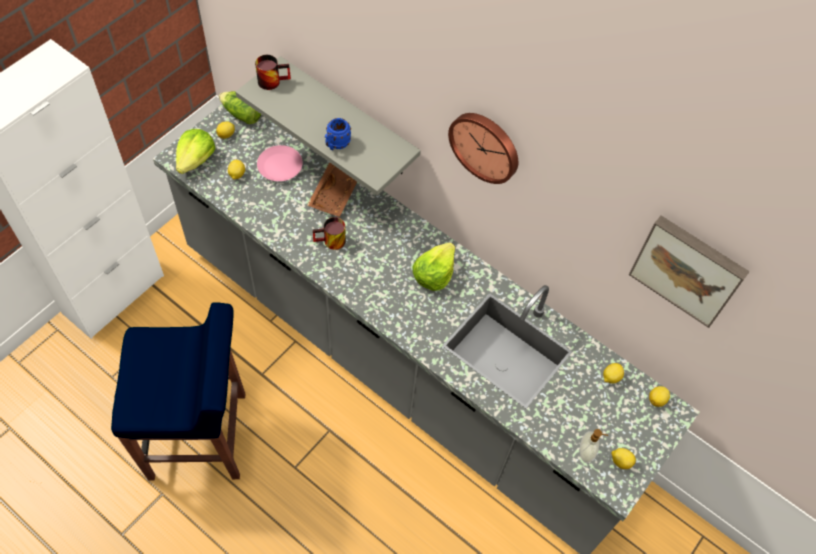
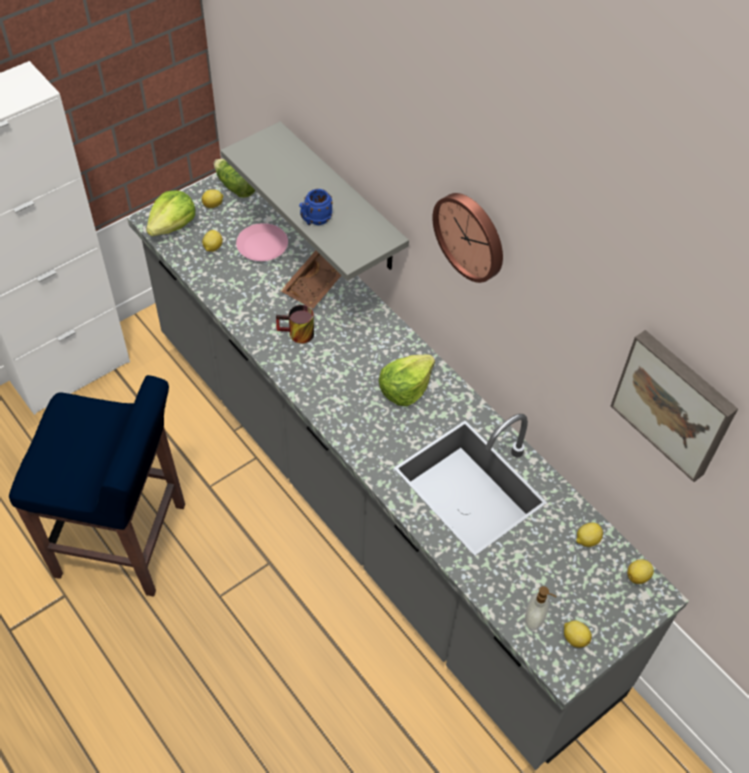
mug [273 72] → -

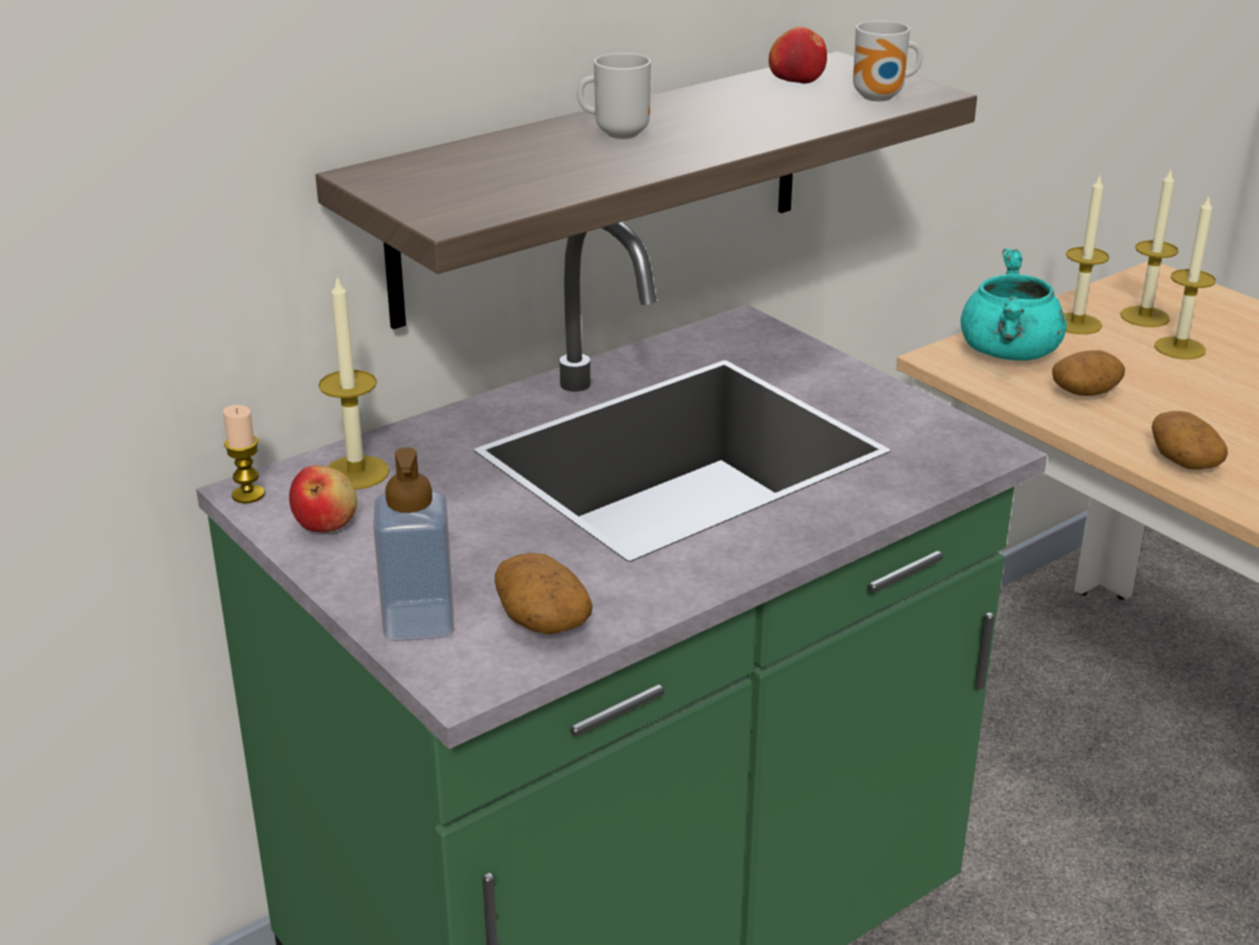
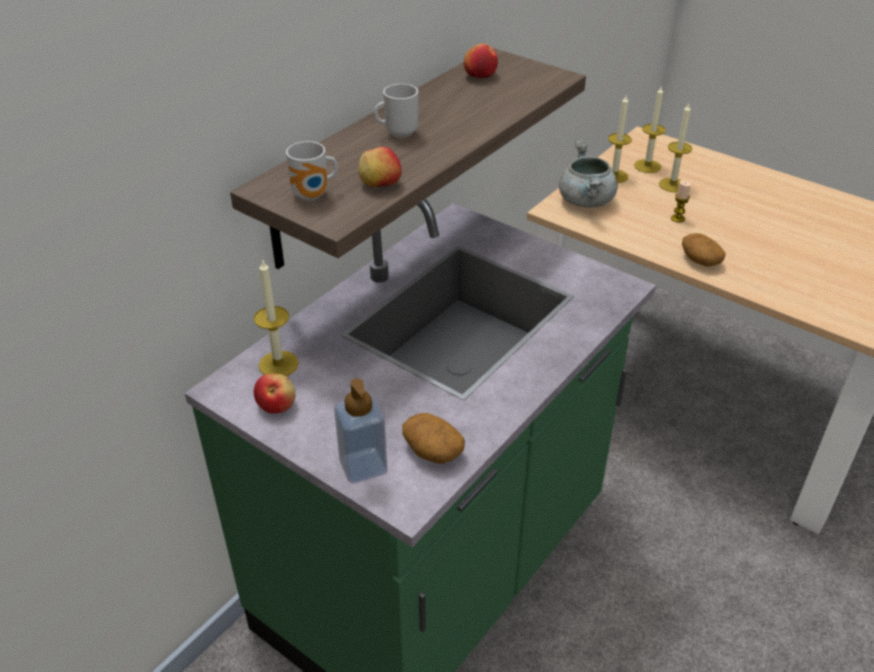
mug [888 61] → mug [312 171], move
turquoise_cooking_pot [1014 305] → grey_cooking_pot [588 174]
potato [1088 373] → -
candle [244 454] → candle [681 201], move
- → apple [380 167]

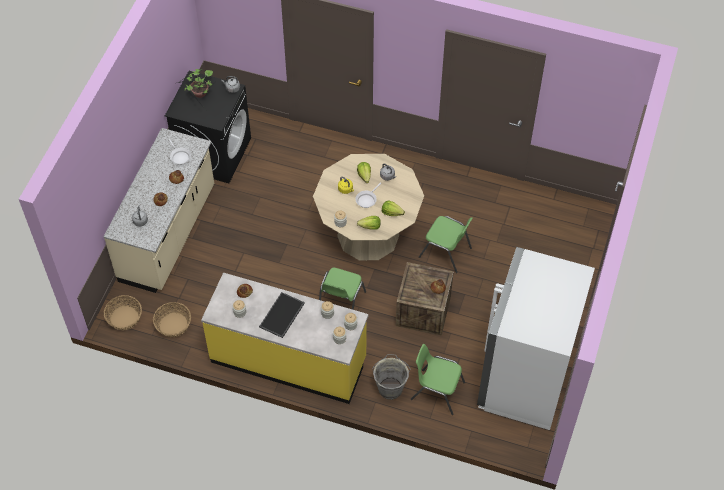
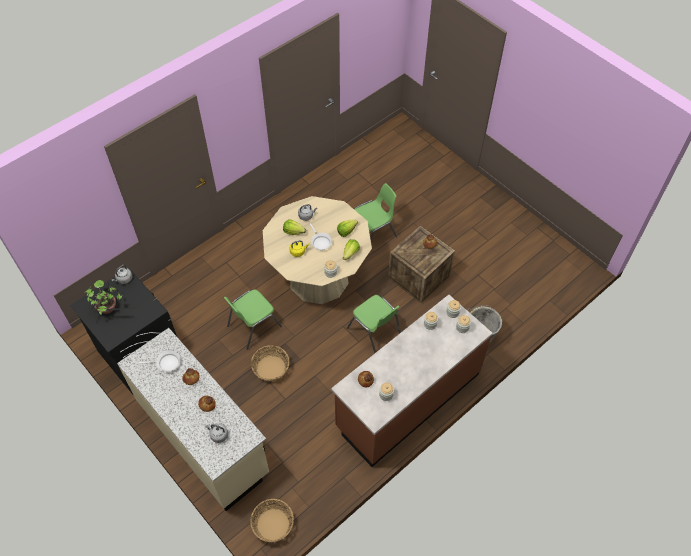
white_fridge [536 338] → -
yellow_counter [284 338] → brown_counter [412 381]
tray [282 315] → -
basket [172 319] → basket [270 363], move
green_chair [438 379] → green_chair [253 319], move

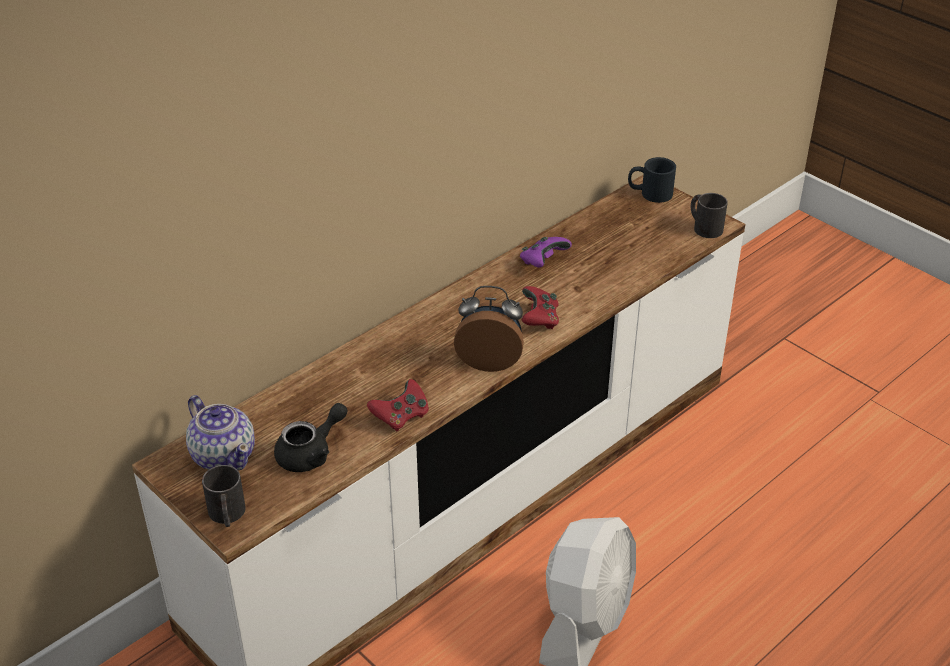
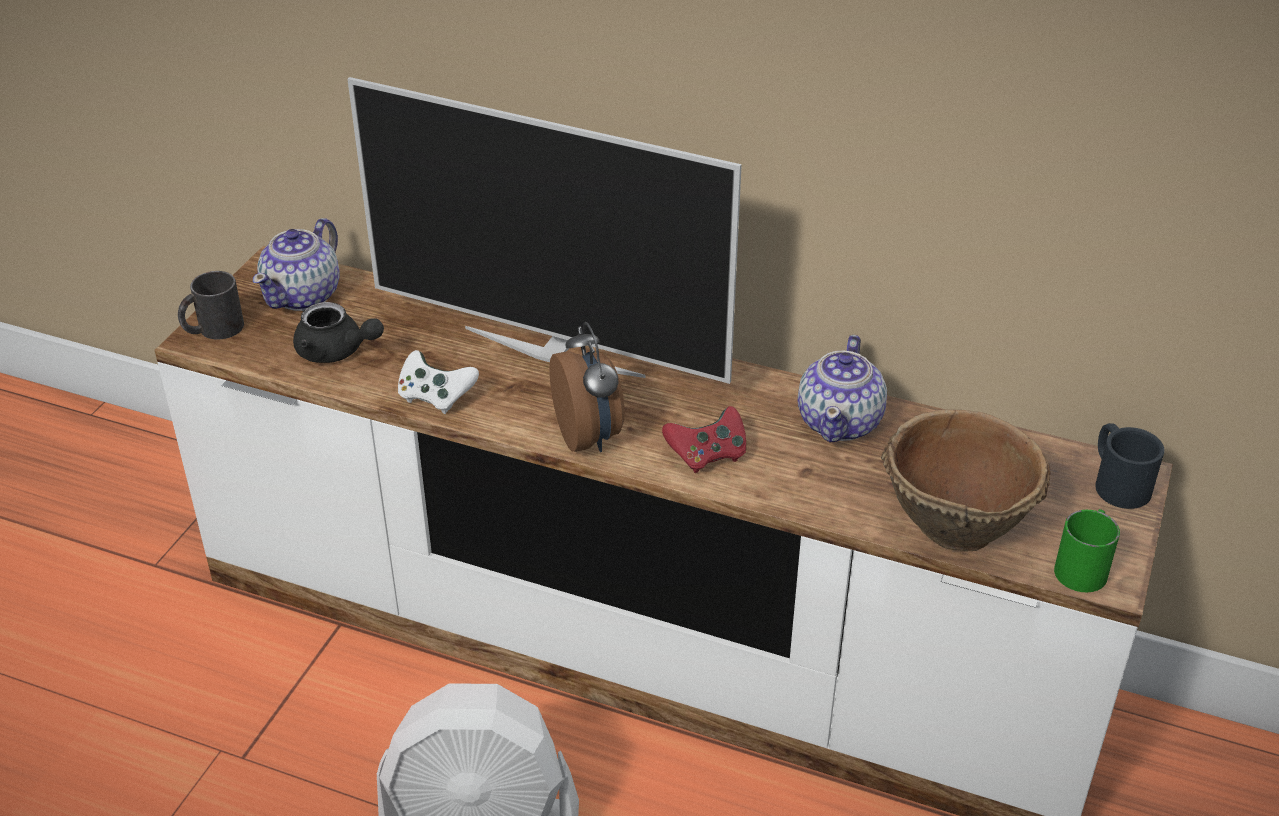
black_mug [709 215] → green_mug [1087 550]
purple_game_controller [546 252] → teapot [842 389]
red_game_controller [398 405] → white_game_controller [438 382]
- → television [544 230]
- → brown_bowl [965 480]

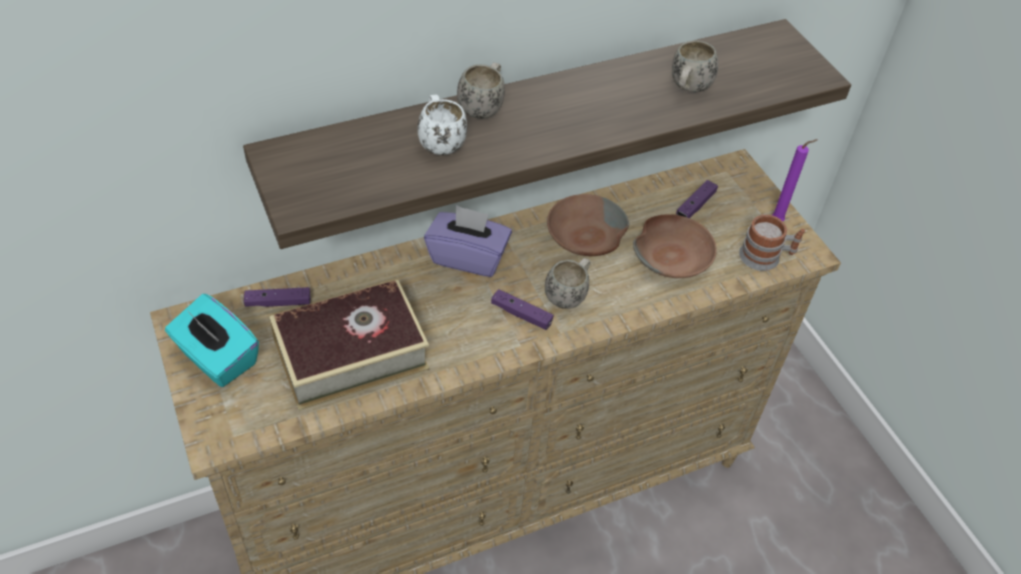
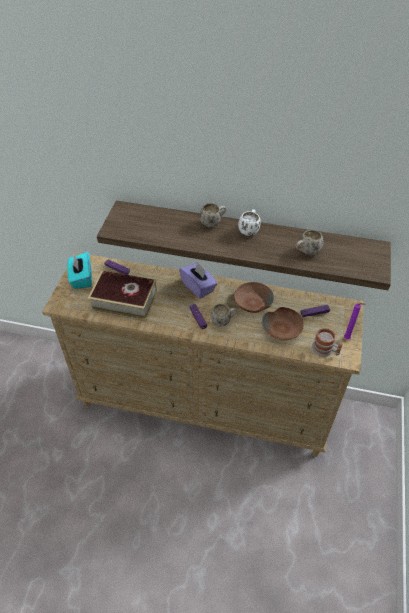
white_mug [442 124] → white_mug [249 222], move

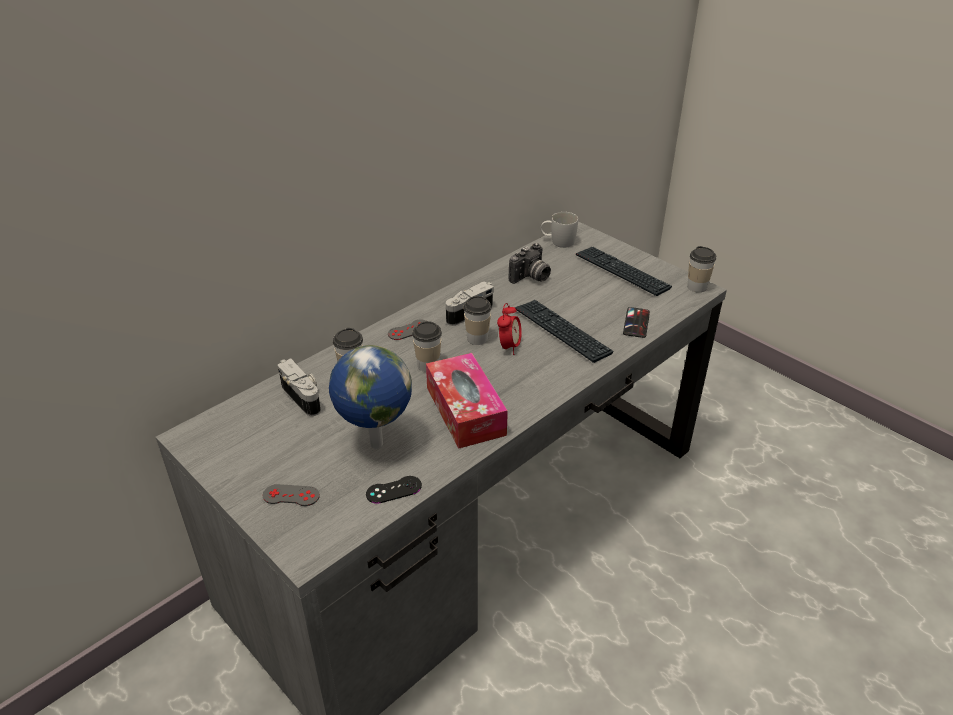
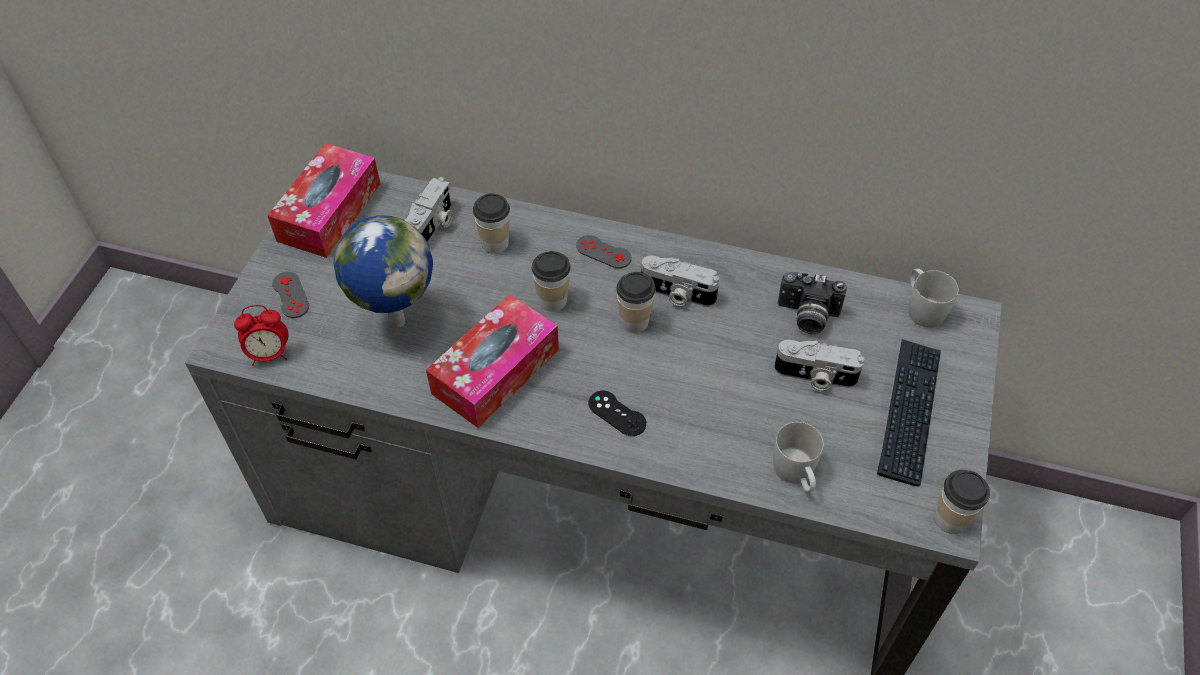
keyboard [564 331] → -
alarm_clock [509 329] → alarm_clock [261 335], move
phone [636 322] → white_mug [798 457]
black_game_controller [394 490] → black_game_controller [617 413], move
- → tissue_box [323 200]
- → photo_camera [819 365]

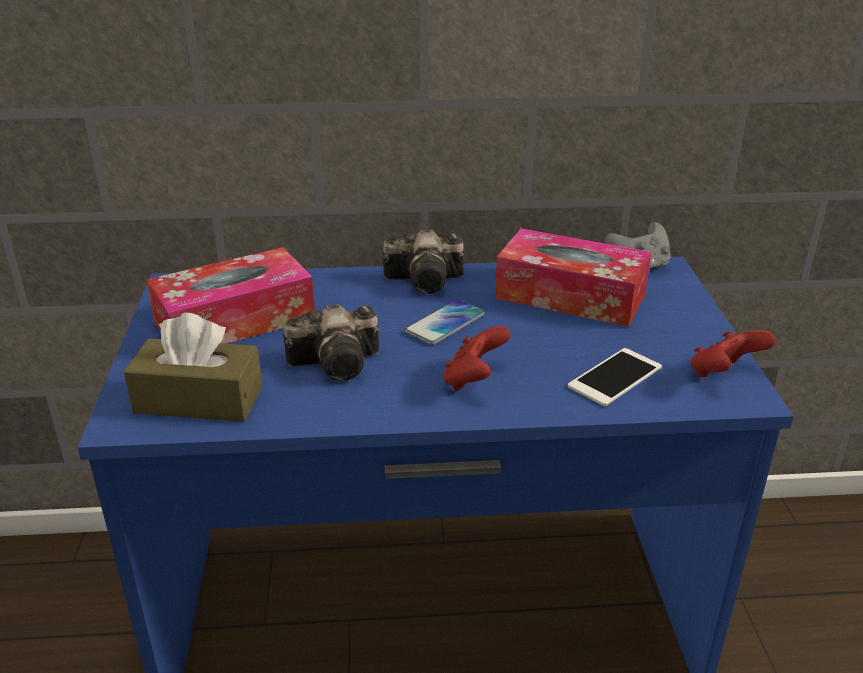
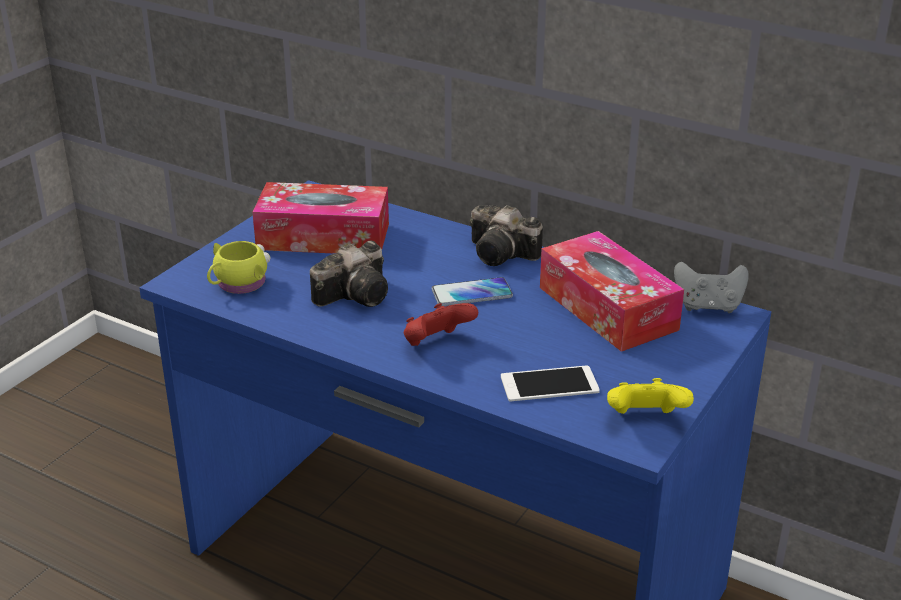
photo_camera [331 342] → photo_camera [349 274], 60 degrees counterclockwise
brown_tissue_box [193 367] → yellow_mug [238 267]
red_game_controller [733 353] → yellow_game_controller [650 396]

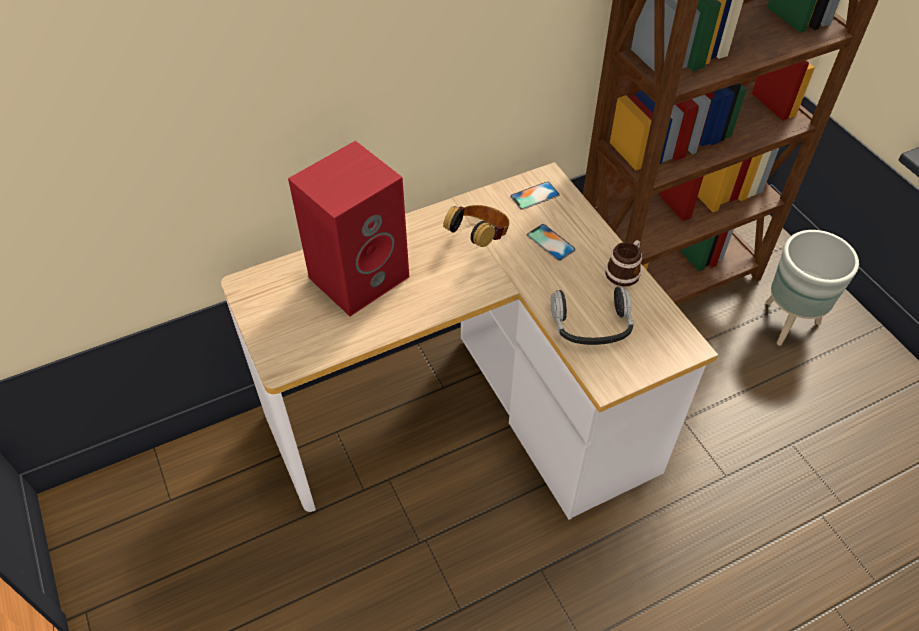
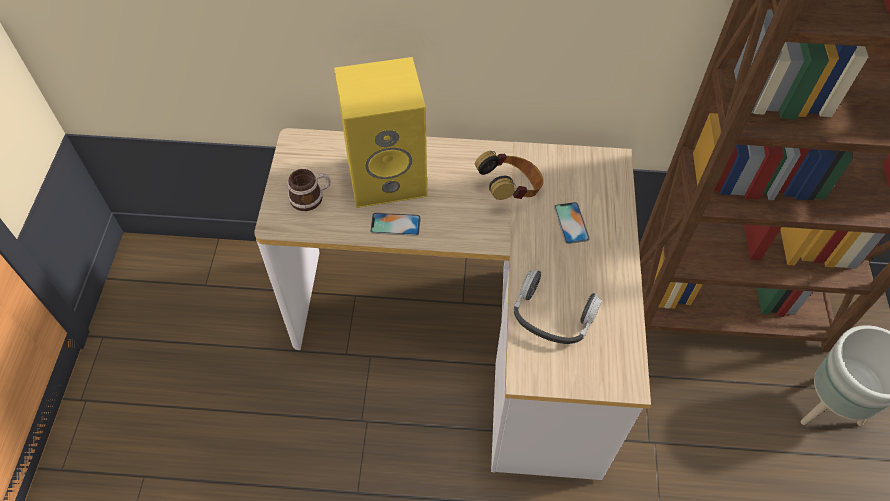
red_speaker [348 229] → yellow_speaker [380 132]
phone [535 196] → phone [395 224], move
mug [624 263] → mug [309 190], move

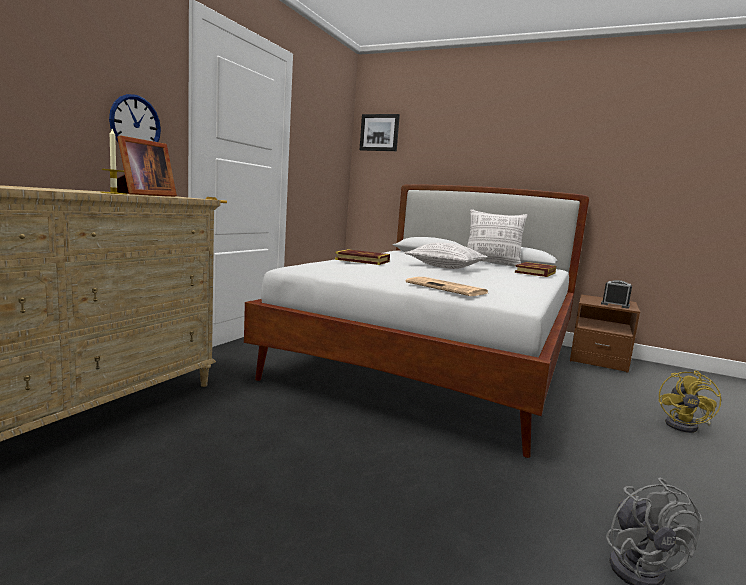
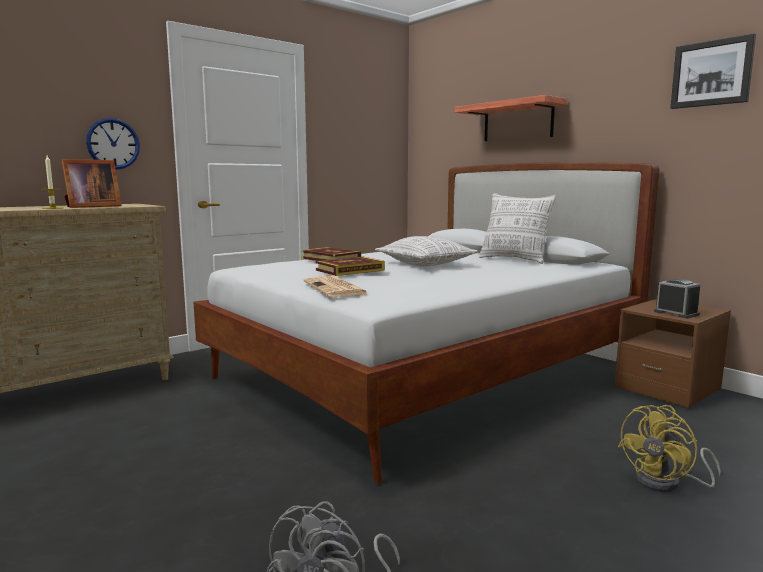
picture [380 132] → picture [713 71], move
book [535 269] → book [350 266], move
- → shelf [511 118]

